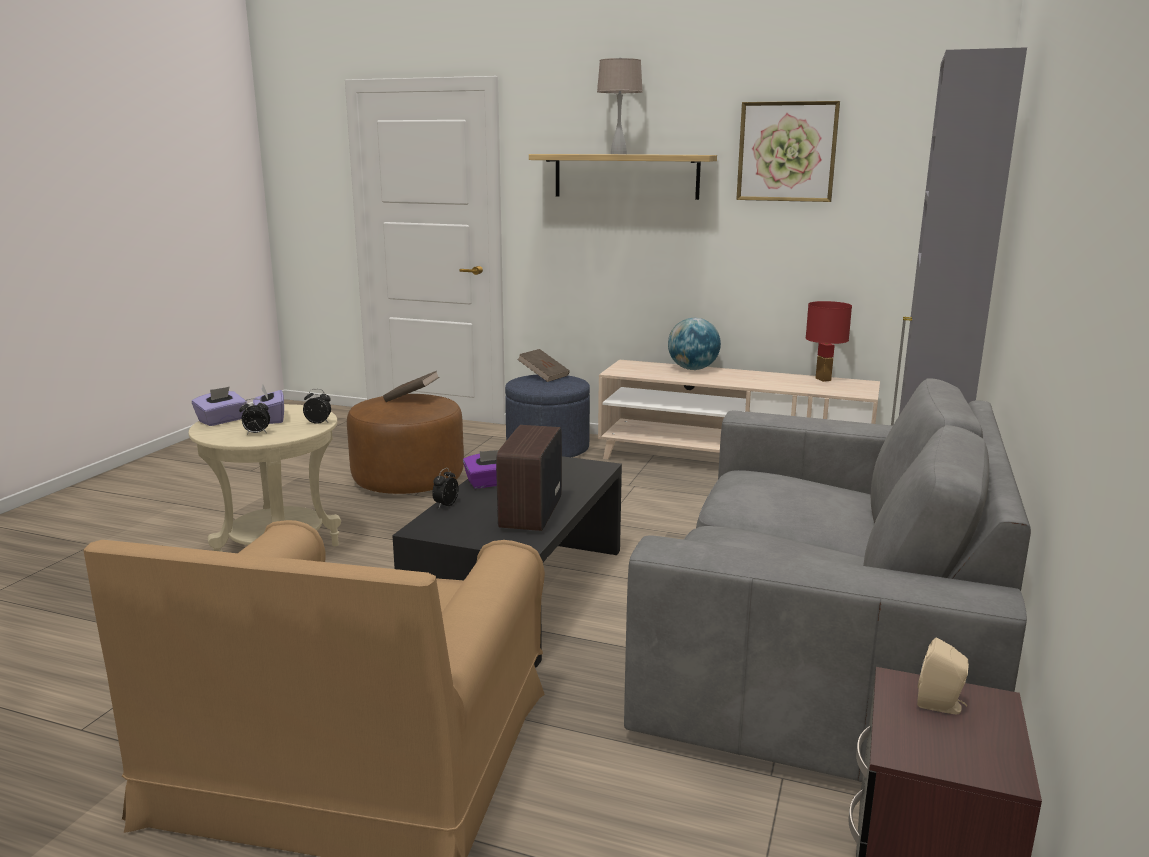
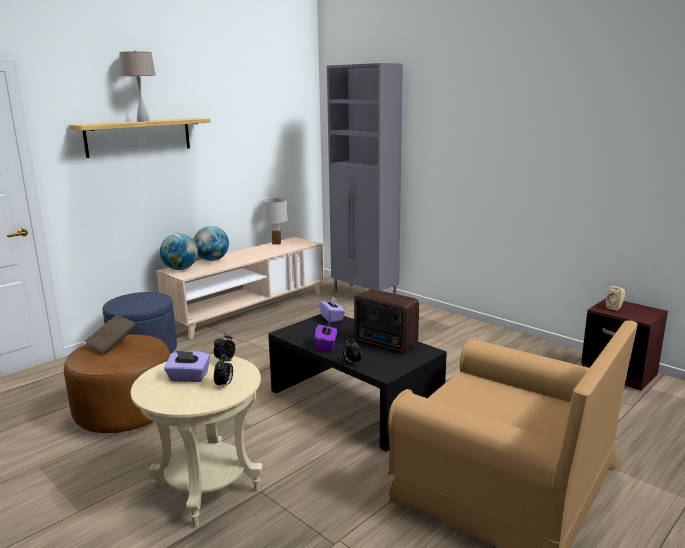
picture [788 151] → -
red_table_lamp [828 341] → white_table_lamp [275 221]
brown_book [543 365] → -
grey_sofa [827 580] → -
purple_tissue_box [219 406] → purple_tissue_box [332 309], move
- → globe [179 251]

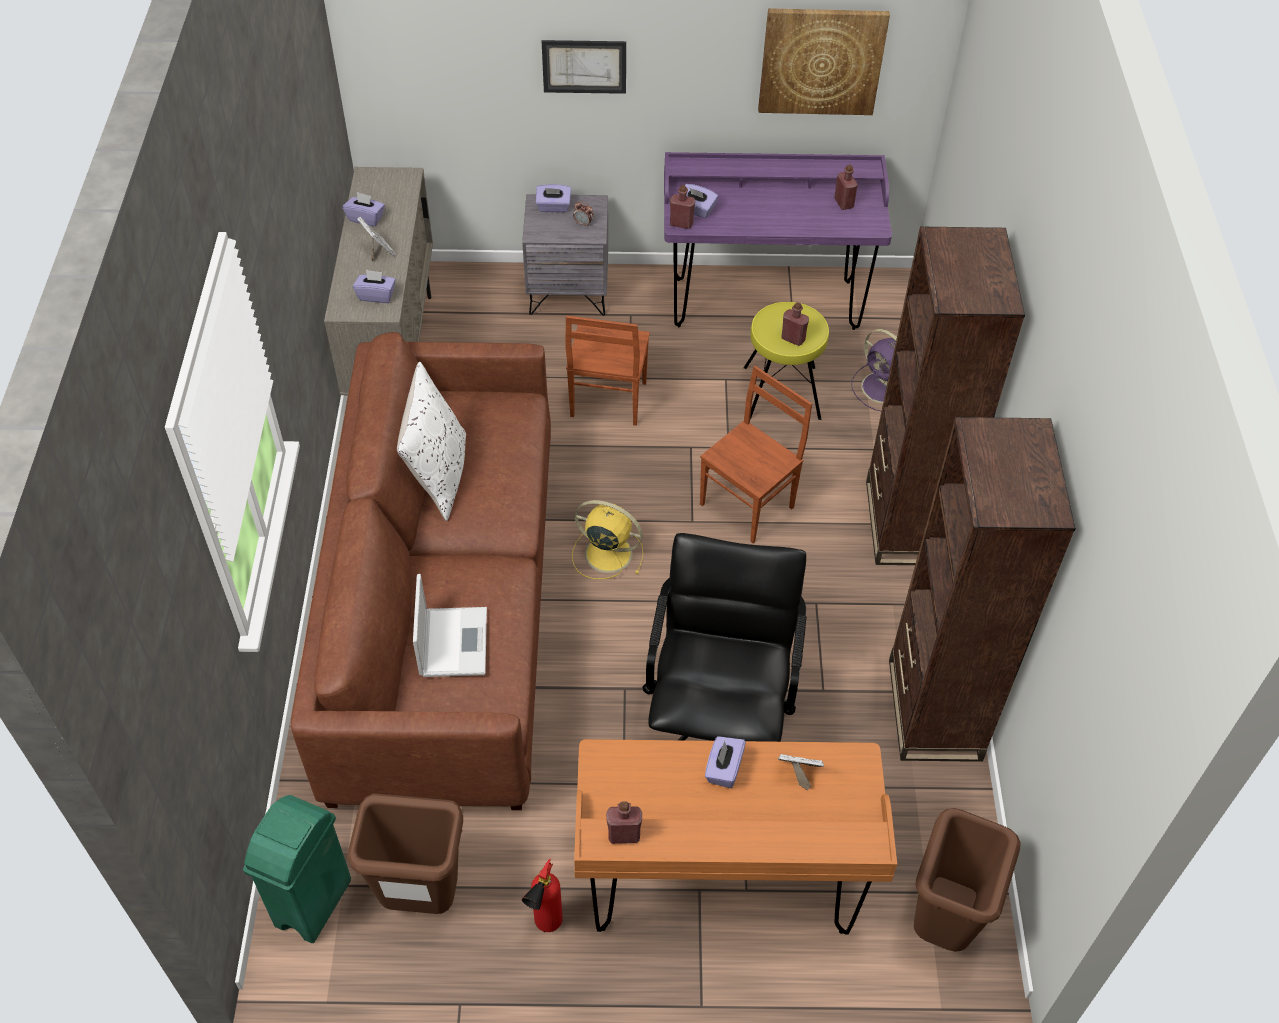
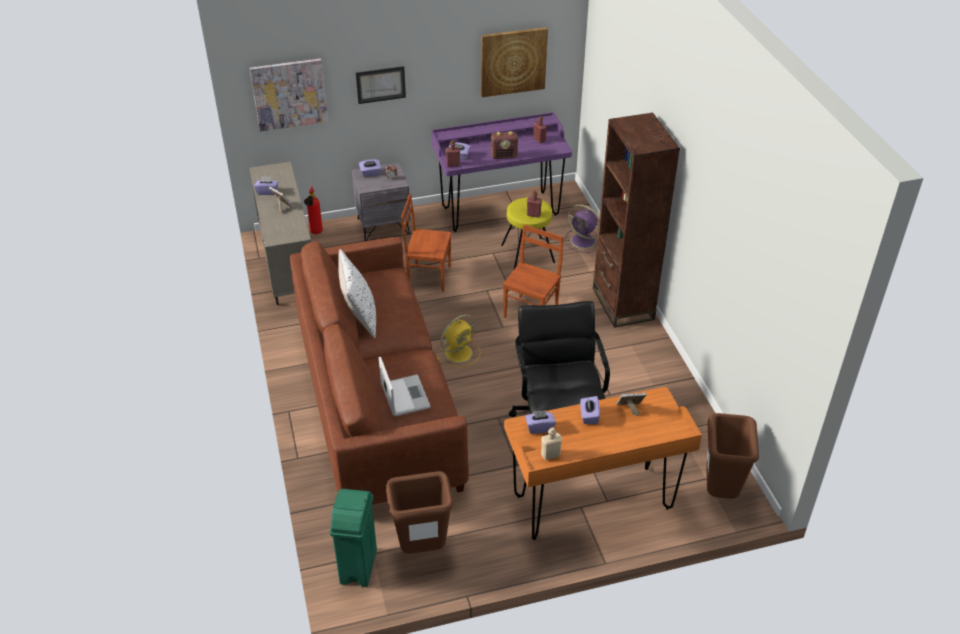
purple_tissue_box [374 286] → purple_tissue_box [540 422], move
brown_chair [607 371] → brown_chair [426 243], 105 degrees clockwise
brown_bookcase [982 589] → -
yellow_fan [607 539] → yellow_fan [459 341], 135 degrees clockwise
red_bottle [624 822] → beige_bottle [551 443]
fire_extinguisher [542 895] → fire_extinguisher [313 209], move
- → picture [289 94]
- → radio [504 145]

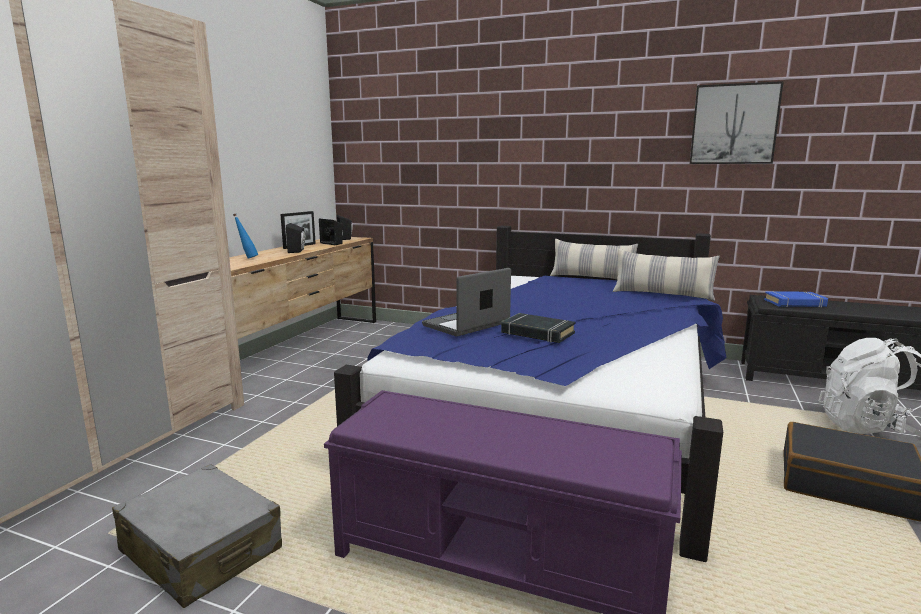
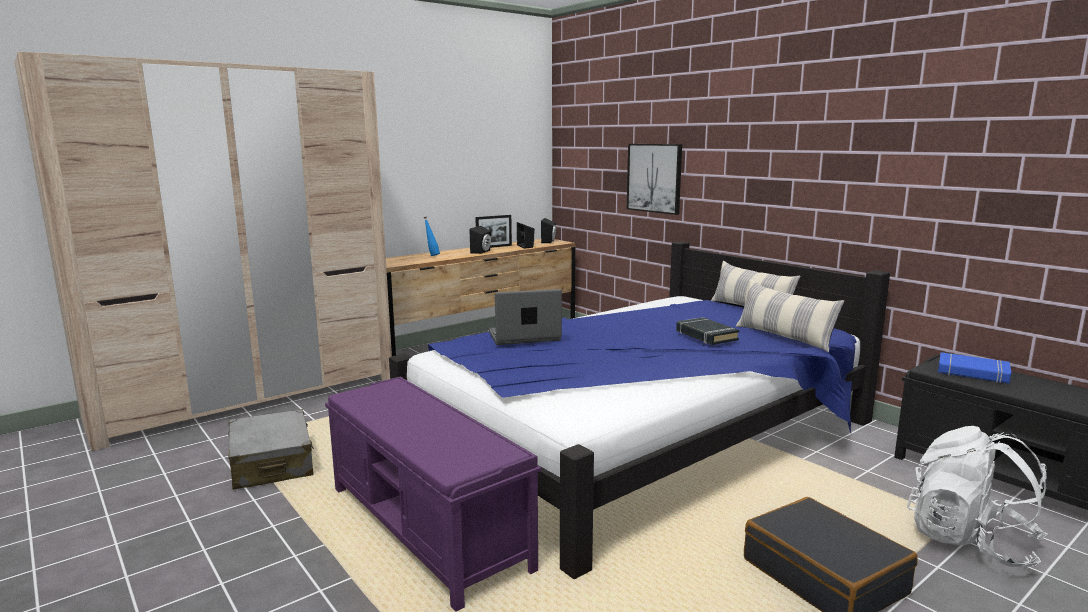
picture [737 122] → picture [654 179], move
black_book [538 328] → black_book [708 331], move

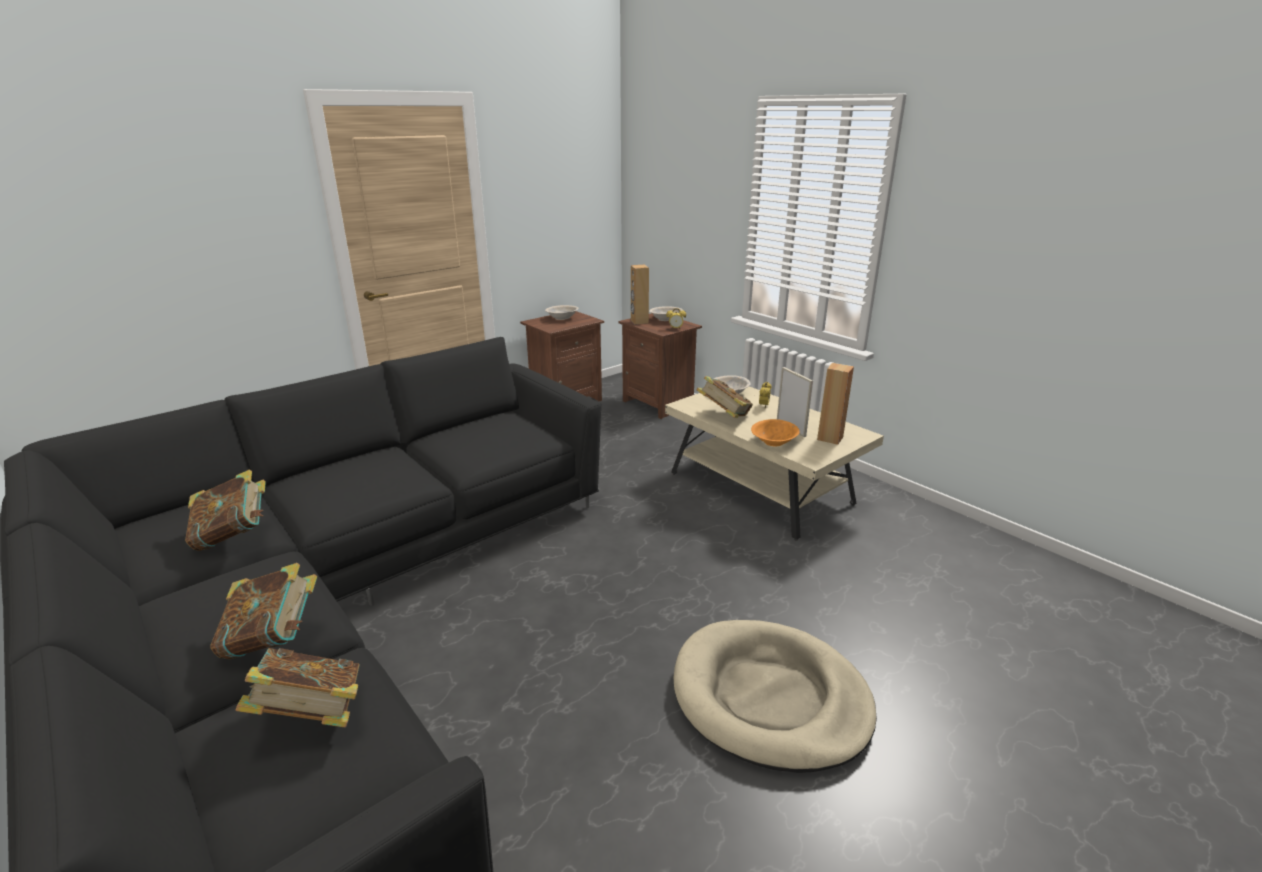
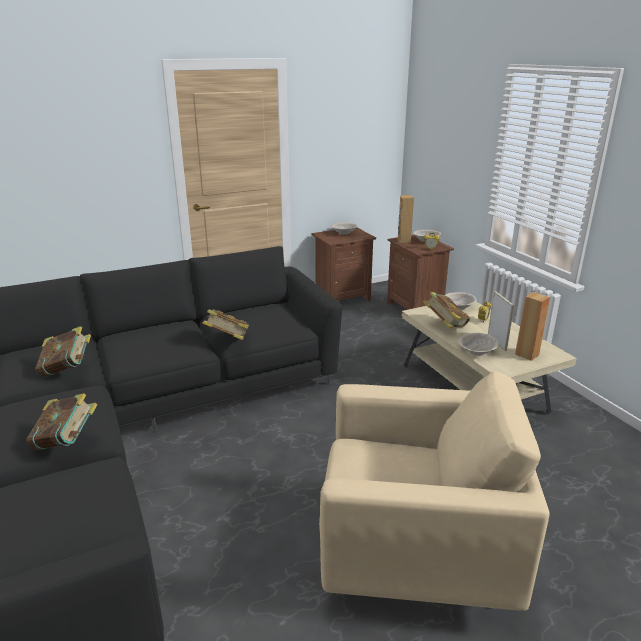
orange_bowl [775 432] → beige_bowl [478 344]
beige_dog_bed [775 696] → beige_armchair [434 491]
book [298 688] → book [225 324], move

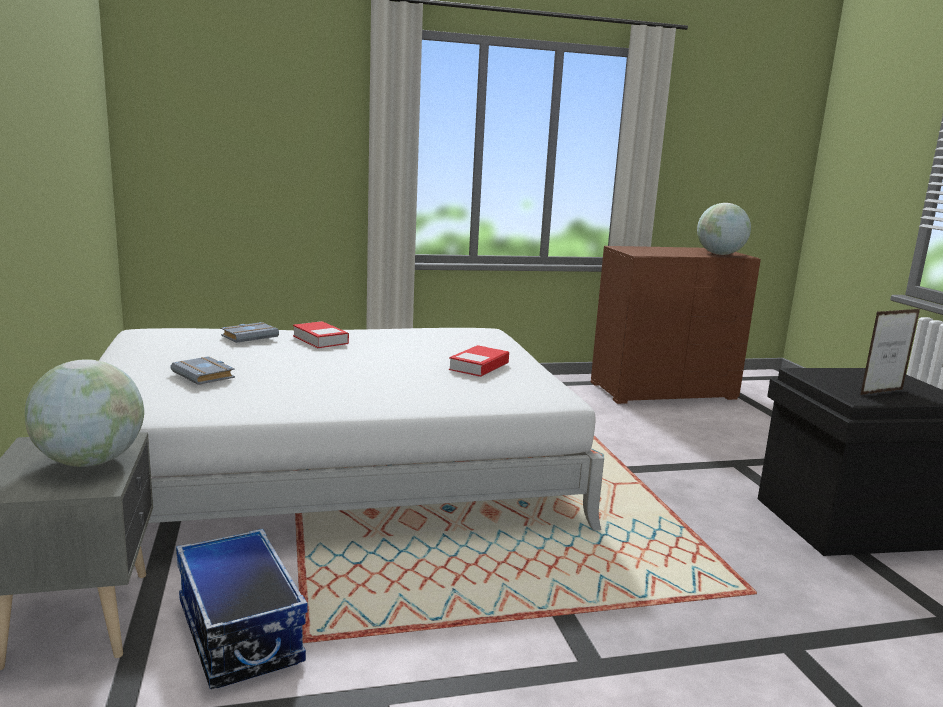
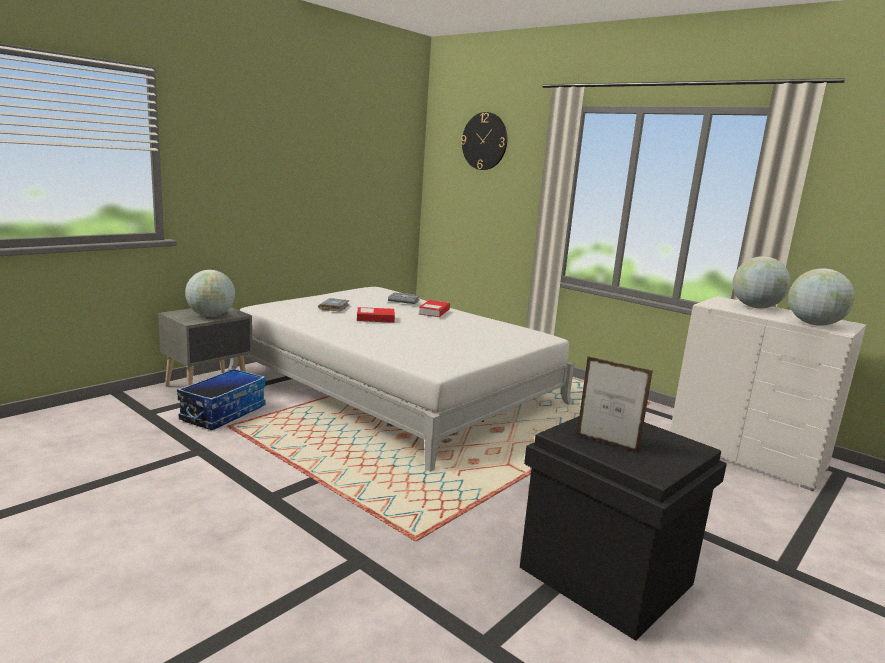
brown_dresser [676 325] → white_dresser [768 393]
book [479 361] → book [376 315], move
- → wall_clock [484 141]
- → globe [761 282]

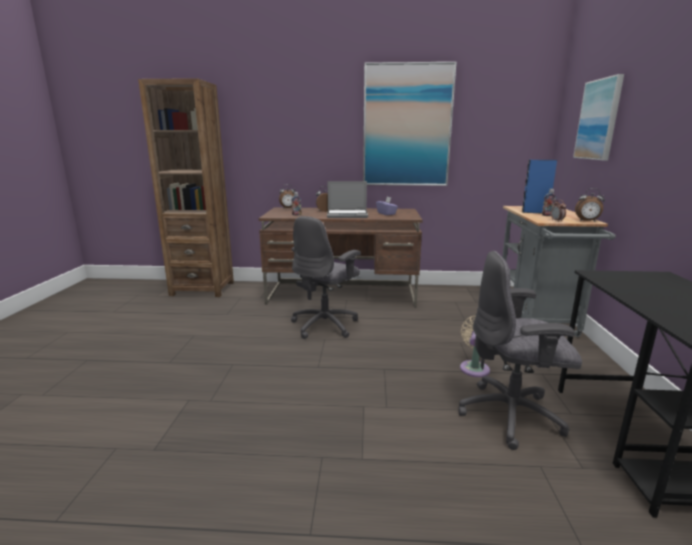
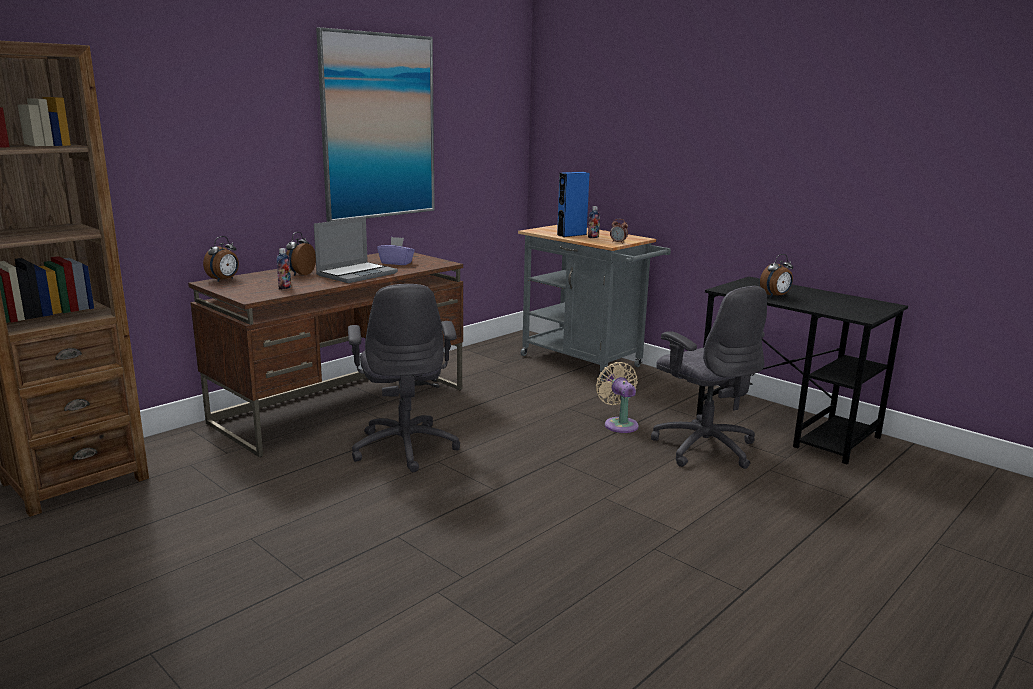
picture [598 117] → -
alarm_clock [590 204] → alarm_clock [776 276], move
grey_office_chair [520 350] → grey_office_chair [709 377], 75 degrees counterclockwise

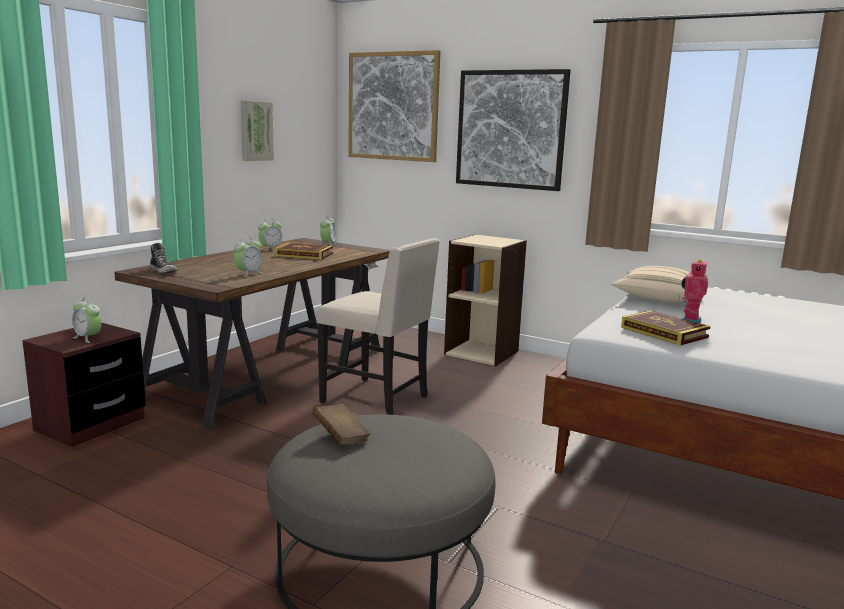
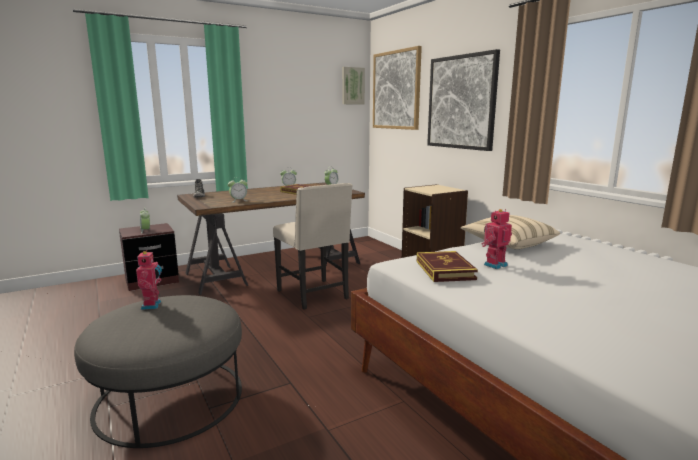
picture [257 130] → picture [353 86], move
brown_book [341 424] → toy_robot [149 280]

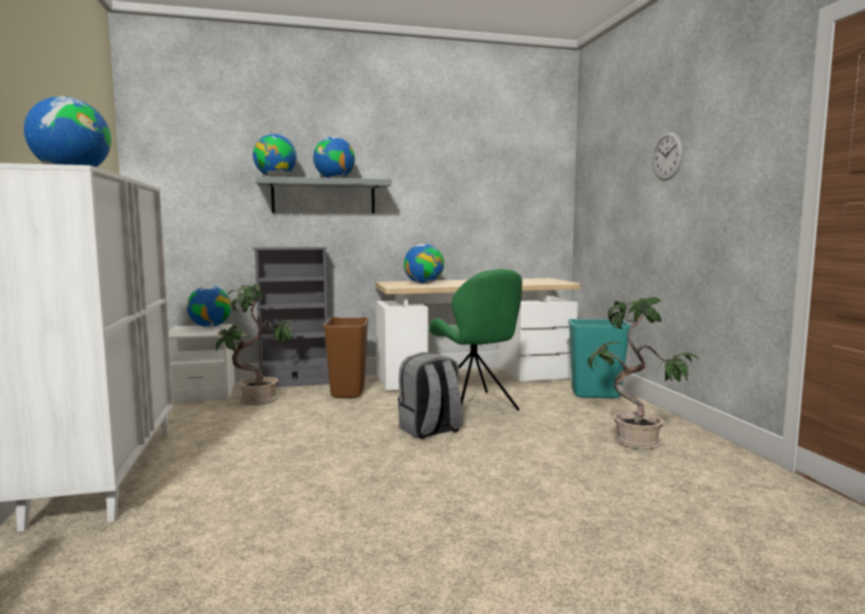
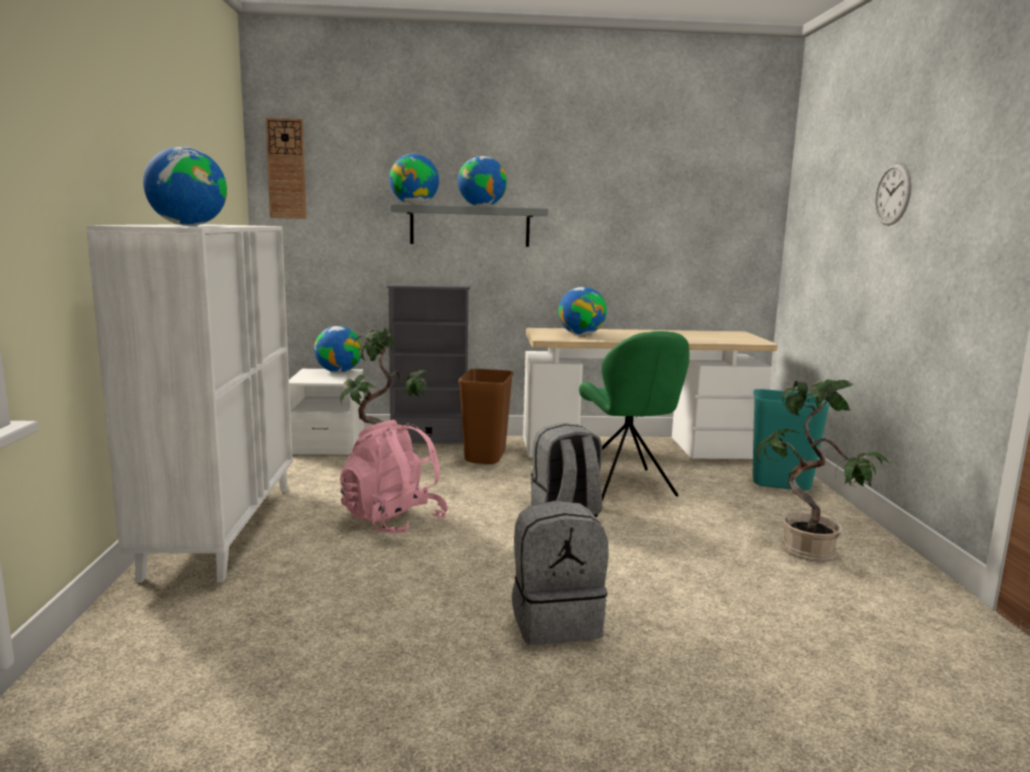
- → wall_clock [286 168]
- → pink_backpack [394 477]
- → grey_backpack [560 573]

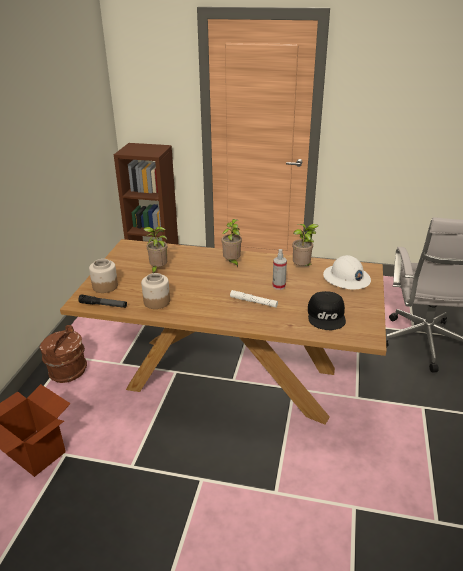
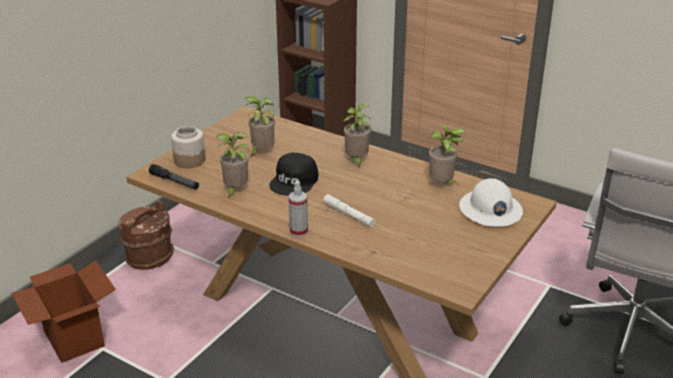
spray_bottle [279 269] → spray_bottle [298 209], move
jar [155 291] → potted_plant [232 165]
black_cap [327 310] → black_cap [293 174], move

